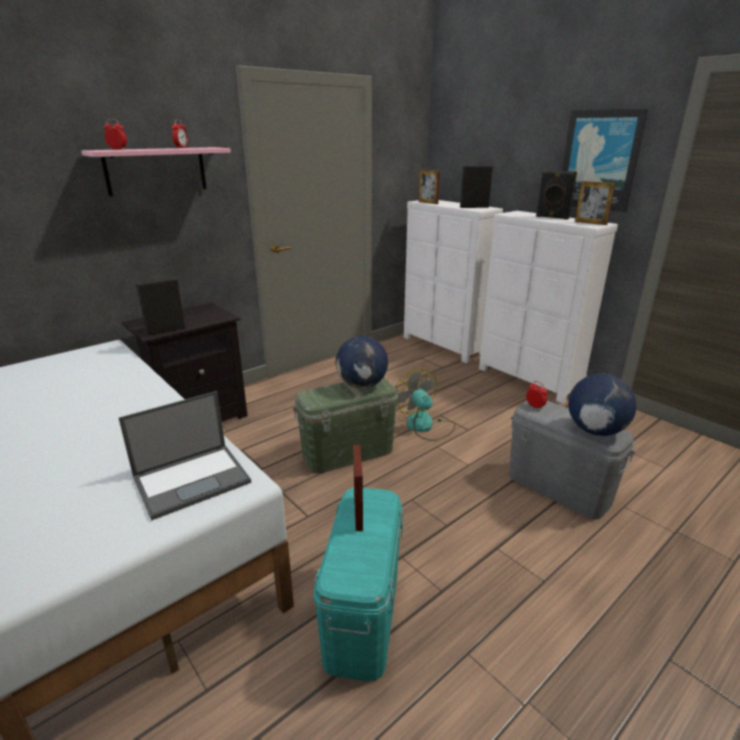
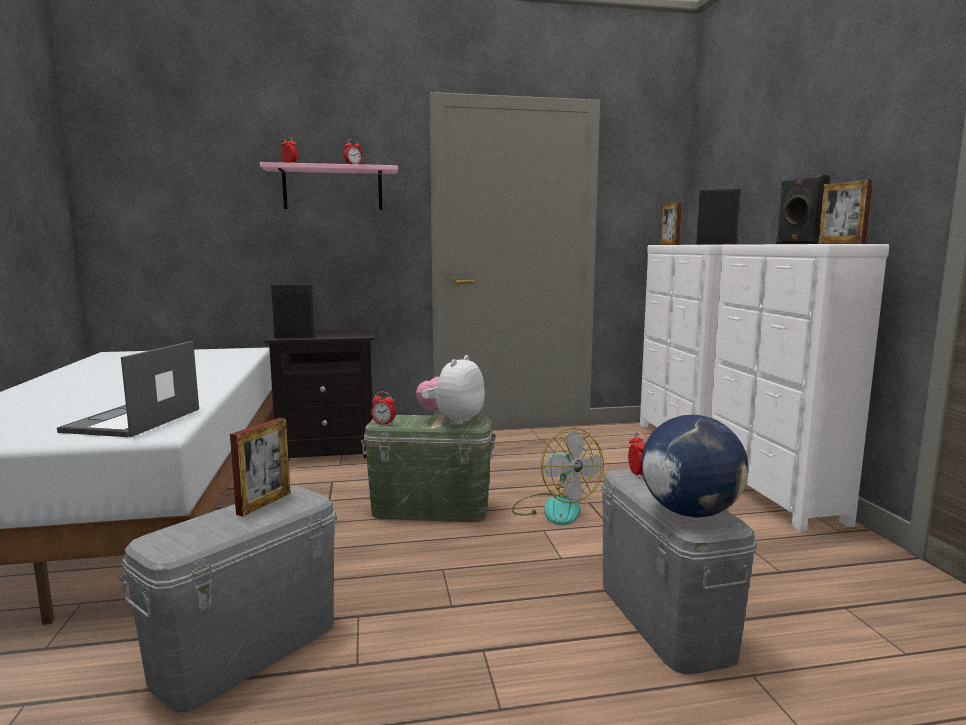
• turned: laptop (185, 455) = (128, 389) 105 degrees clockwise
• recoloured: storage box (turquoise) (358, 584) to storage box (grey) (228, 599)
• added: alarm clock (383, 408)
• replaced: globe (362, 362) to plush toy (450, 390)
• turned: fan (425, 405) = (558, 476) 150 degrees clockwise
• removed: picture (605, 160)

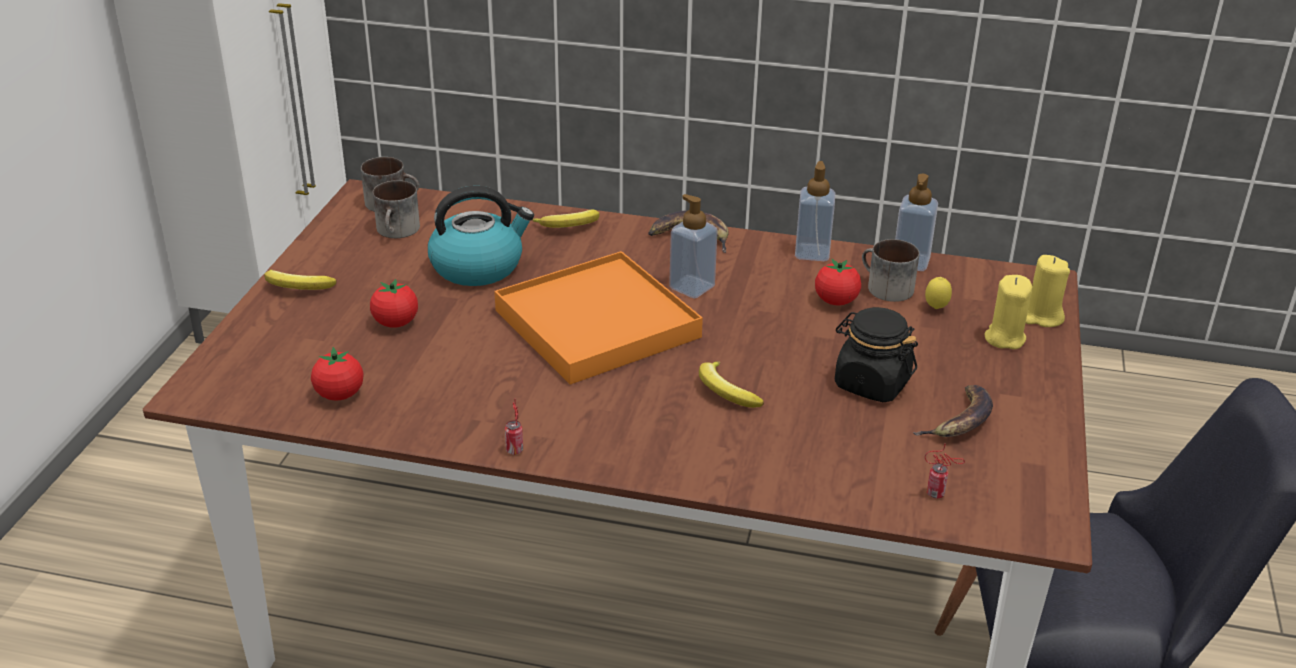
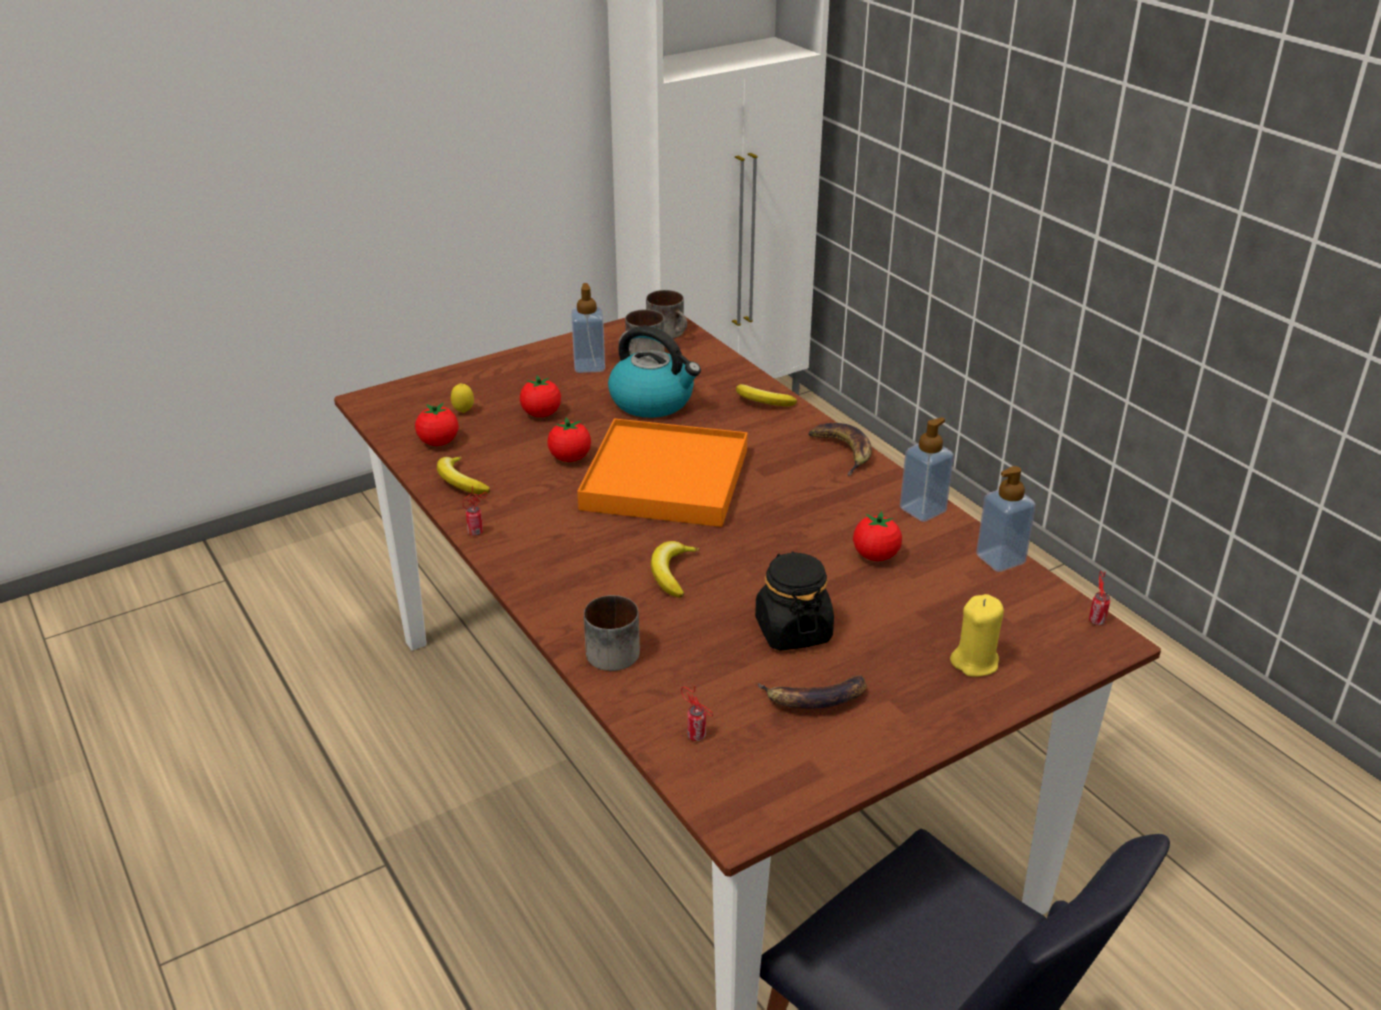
• moved: banana (300, 279) to (463, 475)
• moved: lemon (938, 293) to (462, 398)
• added: tomato (569, 440)
• moved: soap dispenser (693, 246) to (588, 328)
• moved: mug (890, 270) to (612, 633)
• added: can (1099, 598)
• removed: candle (yellow) (1048, 291)

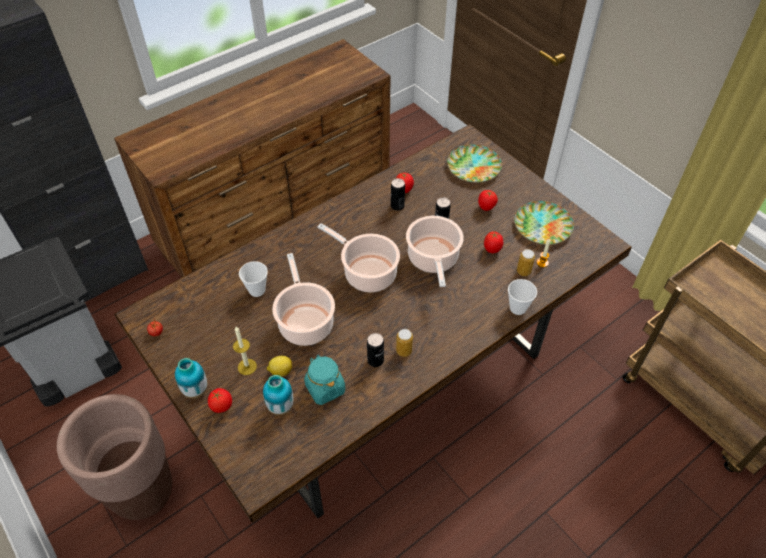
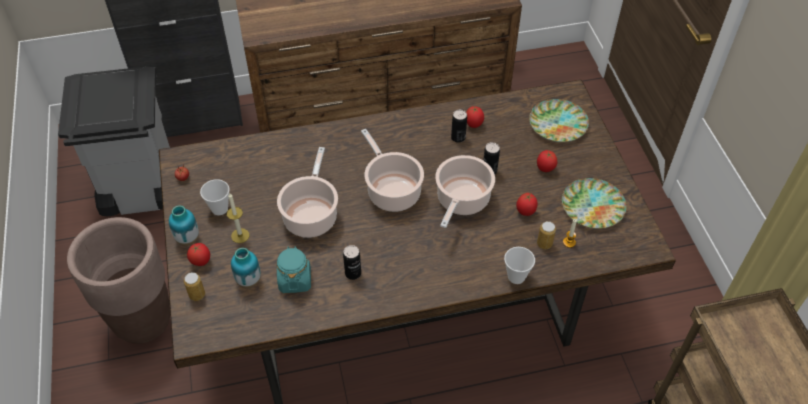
• moved: can (404, 343) to (194, 286)
• moved: cup (253, 279) to (215, 197)
• removed: lemon (279, 366)

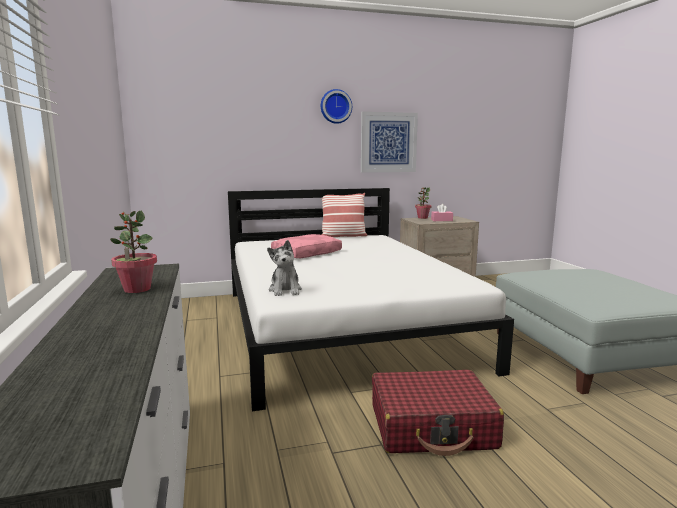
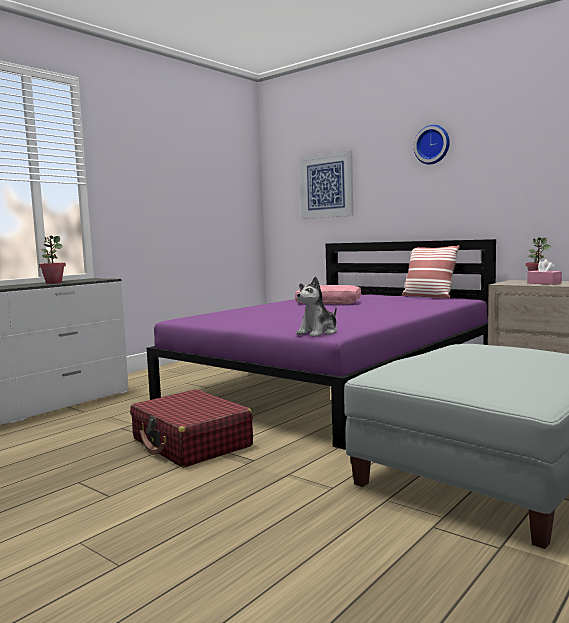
• recoloured: bed (white) (371, 299) to bed (purple) (321, 344)
• moved: plush toy (284, 268) to (316, 306)
• moved: picture (389, 142) to (326, 184)

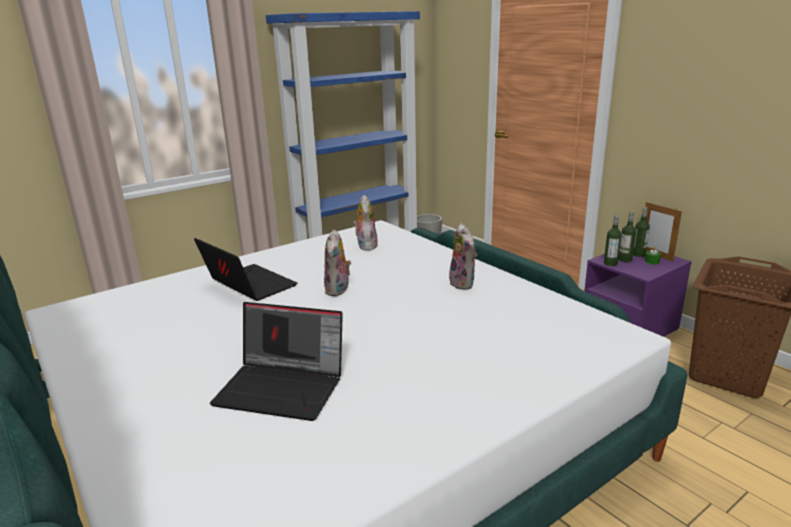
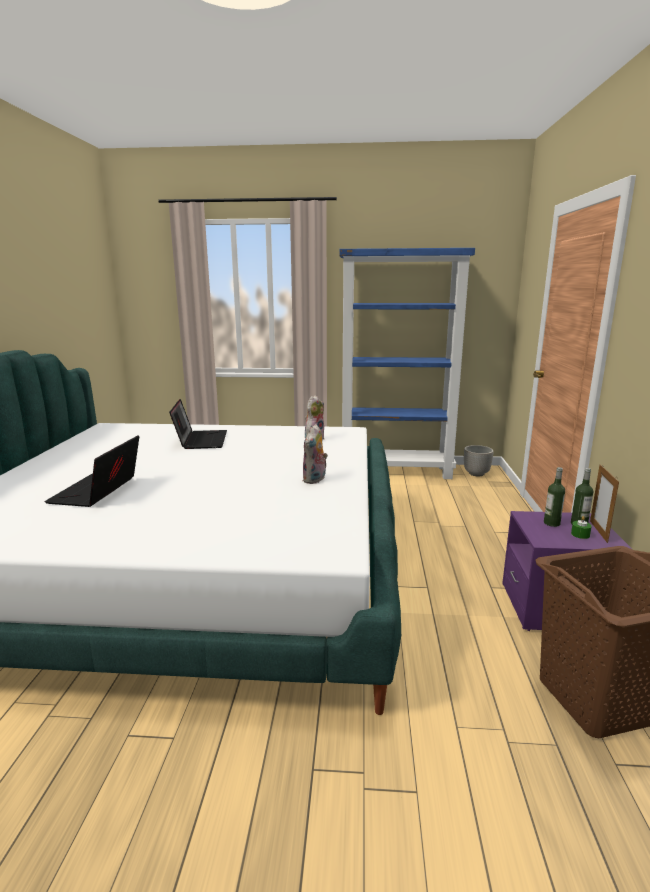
• turned: laptop (276, 361) = (91, 471) 45 degrees clockwise
• removed: plush toy (337, 262)
• removed: bottle (613, 240)

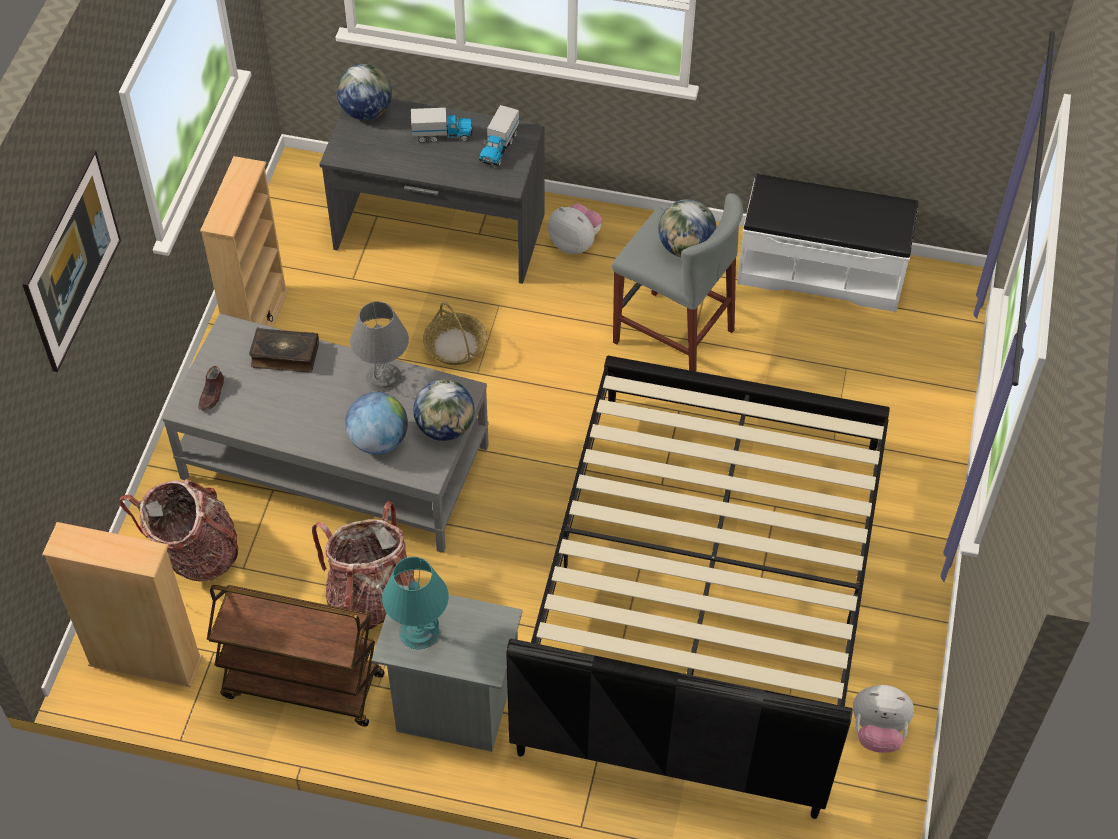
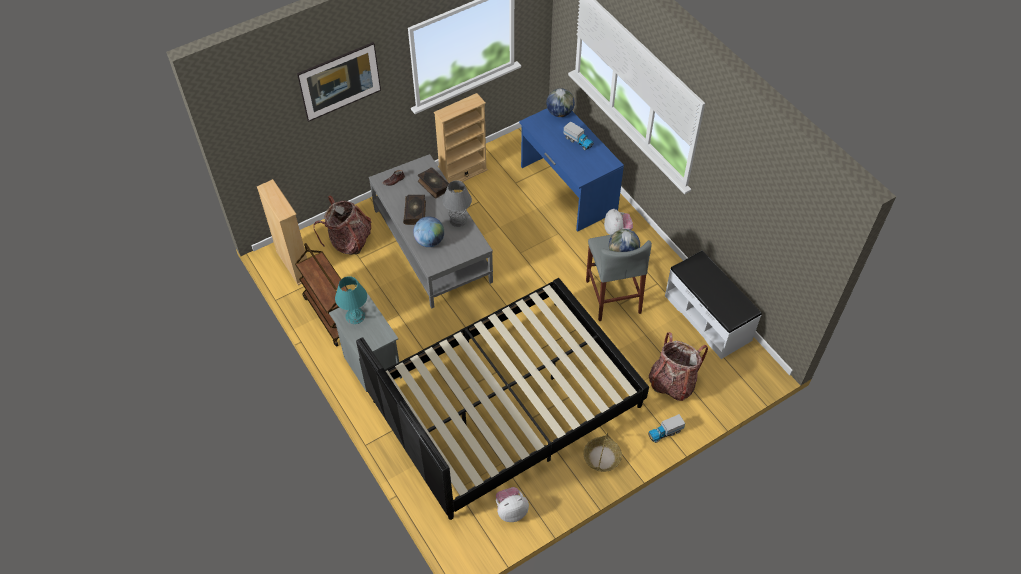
• added: book (414, 210)
• turned: plush toy (883, 719) = (512, 504) 105 degrees clockwise
• recoloured: desk (grey) (431, 191) to desk (blue) (571, 170)
• moved: basket (455, 333) to (602, 452)
• moved: toy truck (499, 135) to (666, 428)
• moved: backpack (363, 566) to (678, 366)
• removed: globe (444, 410)

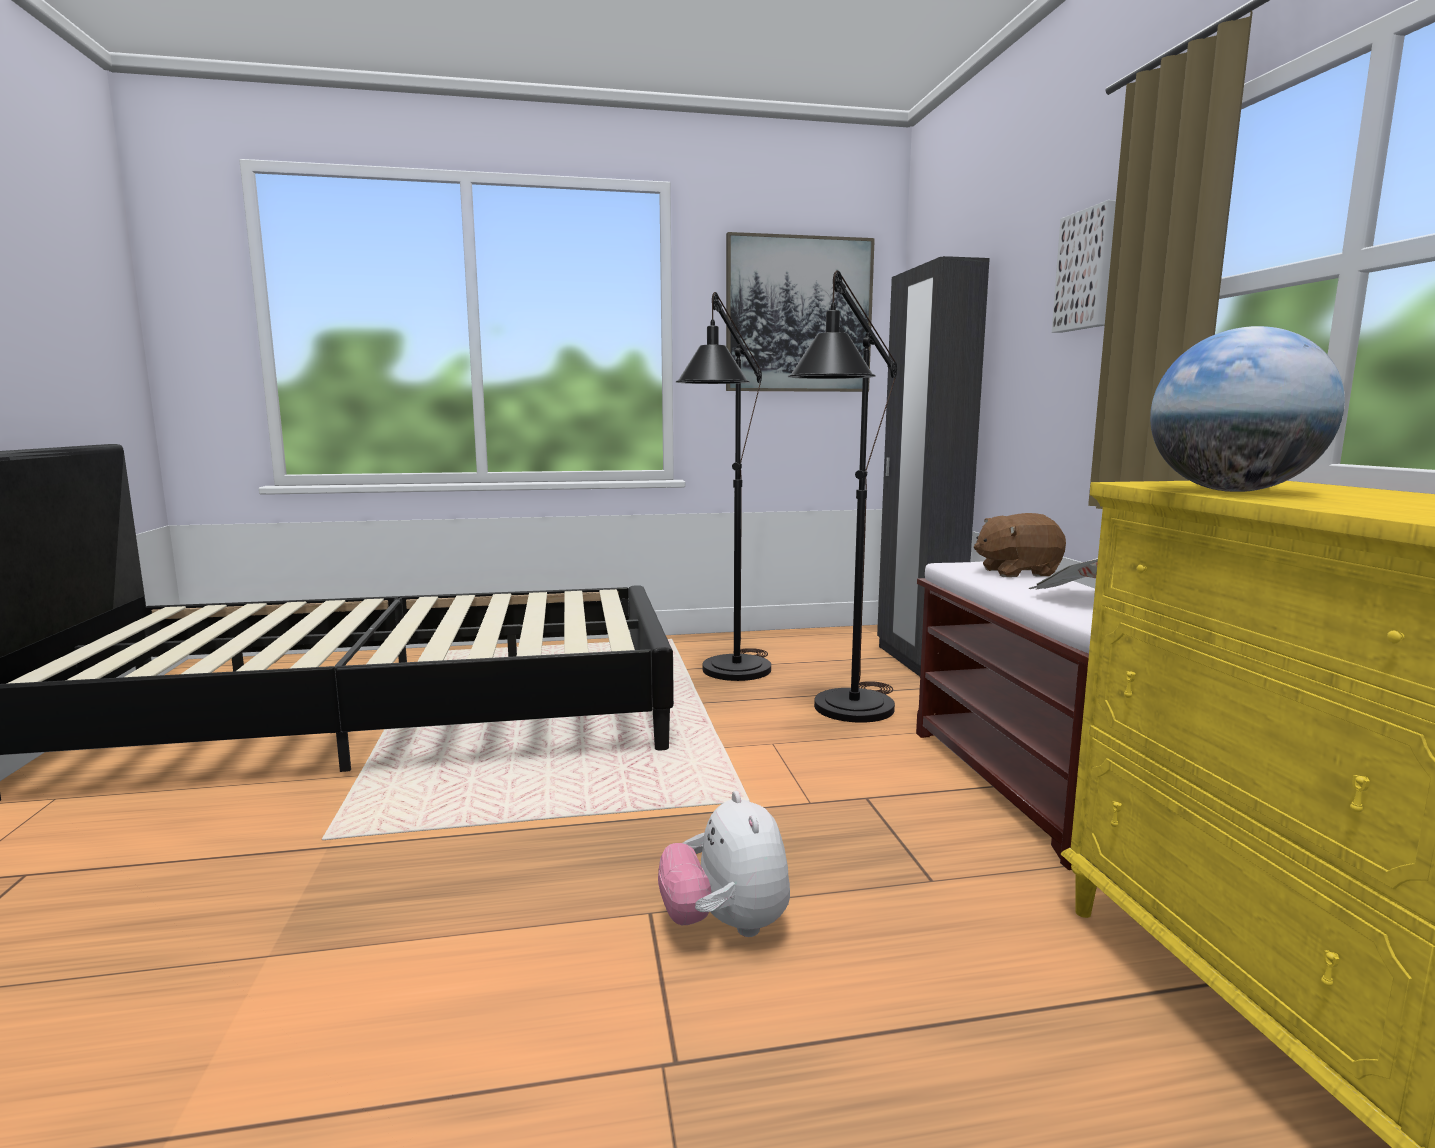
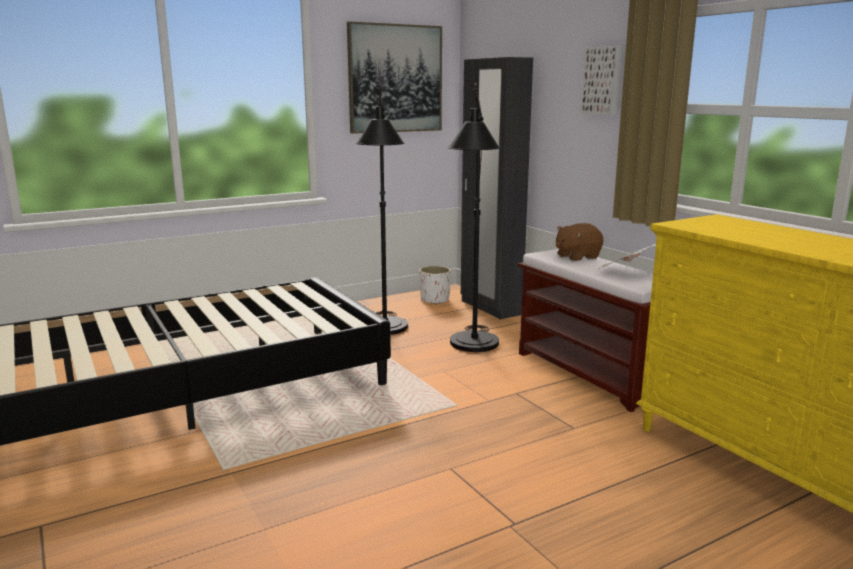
• added: planter (white) (435, 285)
• removed: plush toy (724, 864)
• removed: globe (1247, 409)

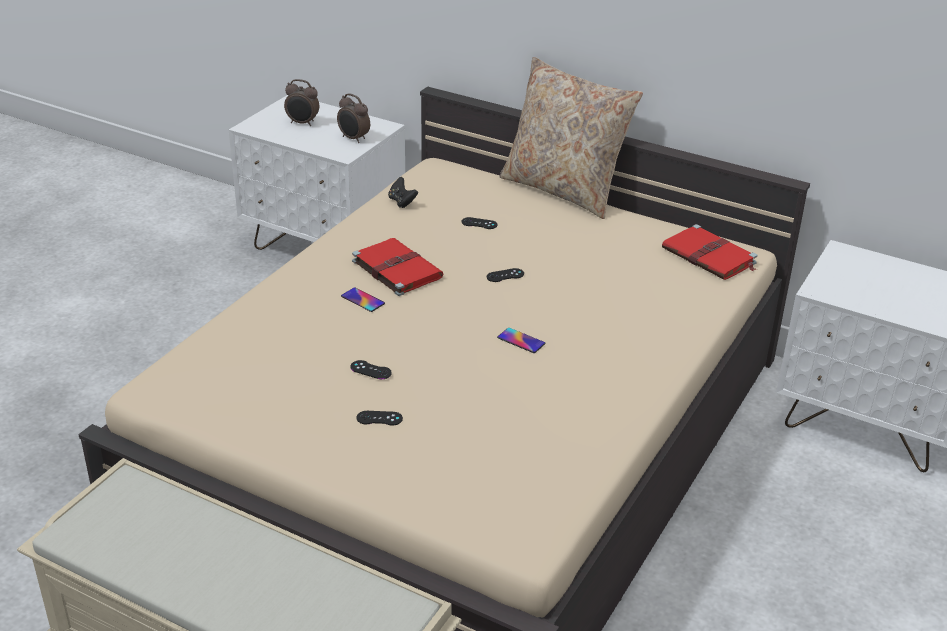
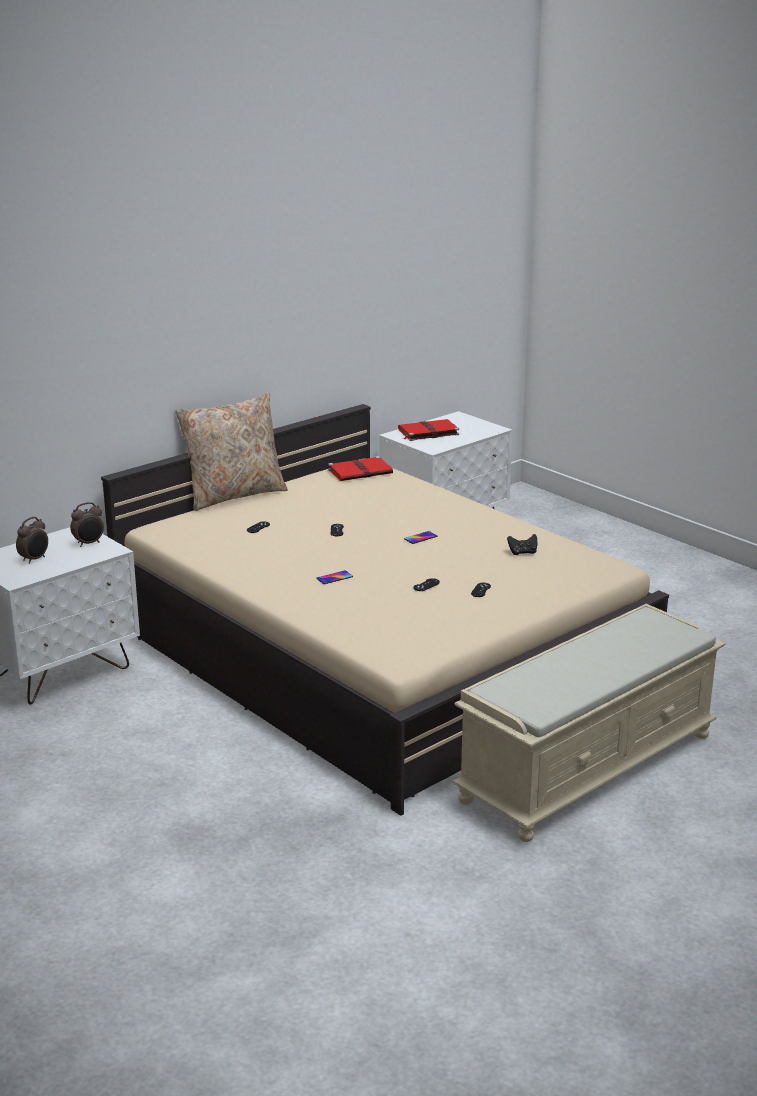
• moved: book (red) (397, 267) to (428, 430)
• moved: game controller (black) (403, 192) to (522, 544)

